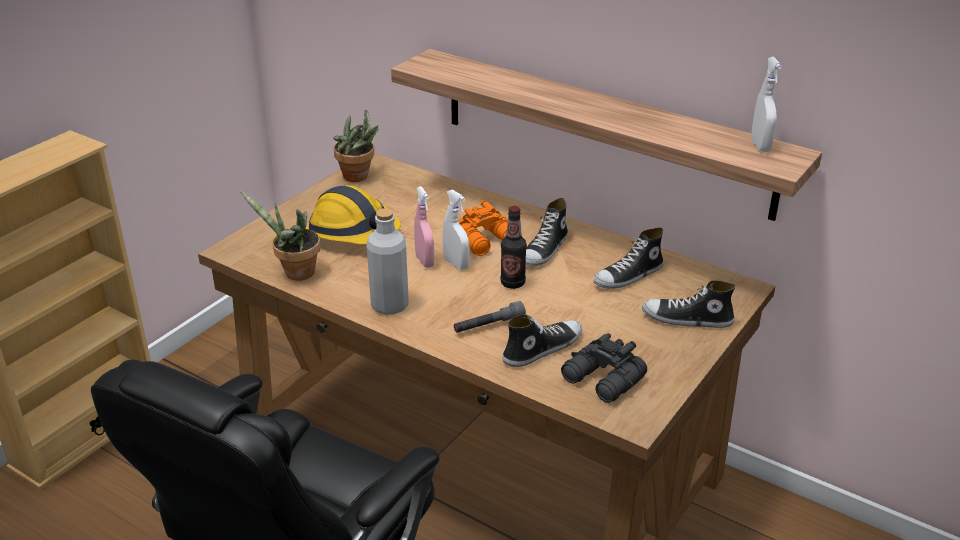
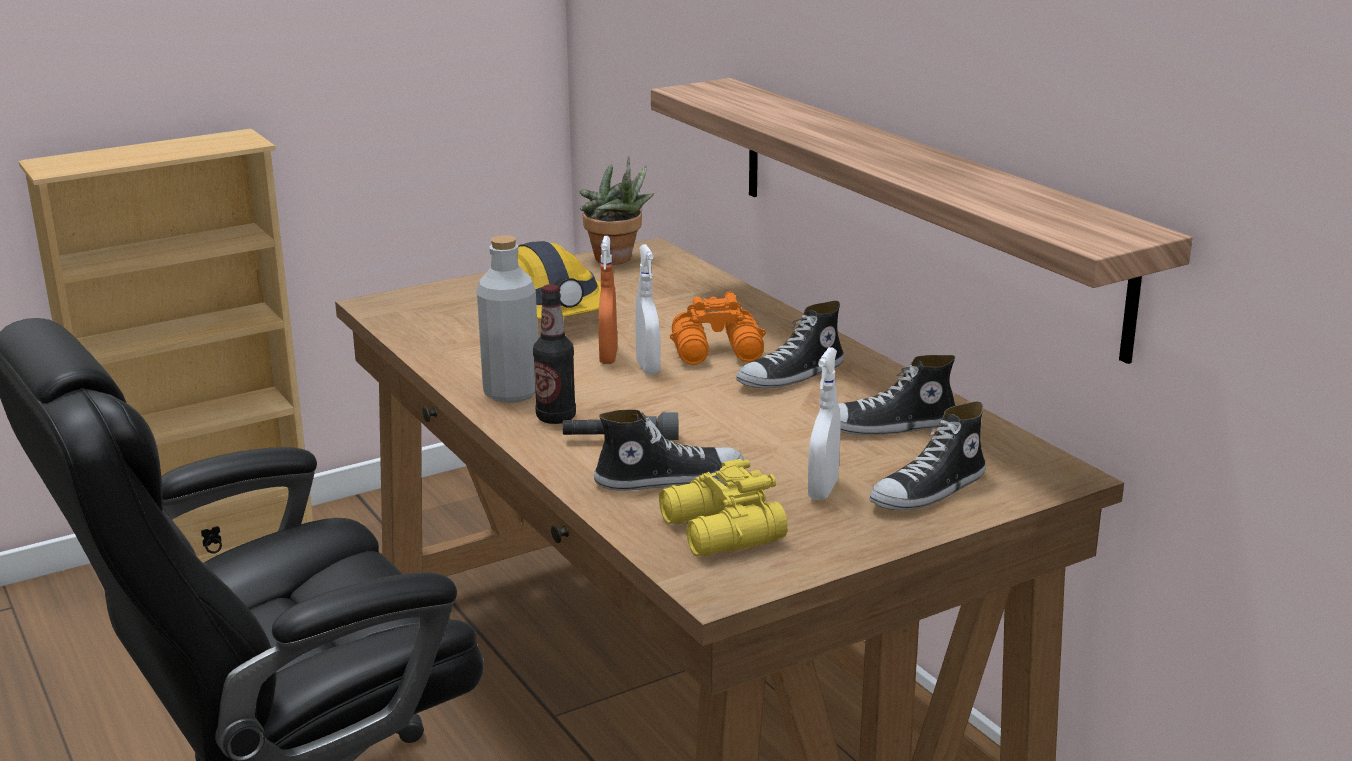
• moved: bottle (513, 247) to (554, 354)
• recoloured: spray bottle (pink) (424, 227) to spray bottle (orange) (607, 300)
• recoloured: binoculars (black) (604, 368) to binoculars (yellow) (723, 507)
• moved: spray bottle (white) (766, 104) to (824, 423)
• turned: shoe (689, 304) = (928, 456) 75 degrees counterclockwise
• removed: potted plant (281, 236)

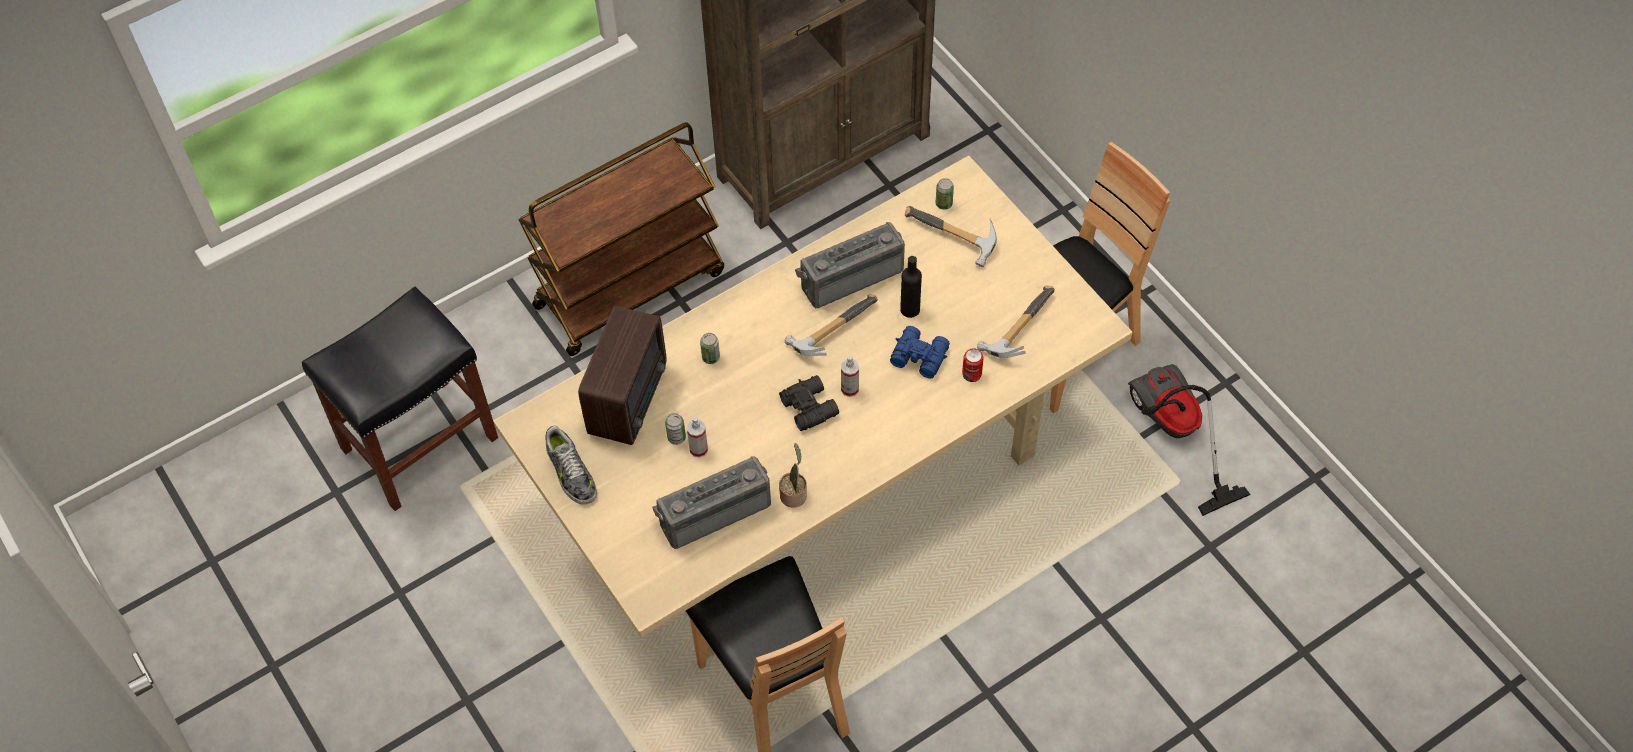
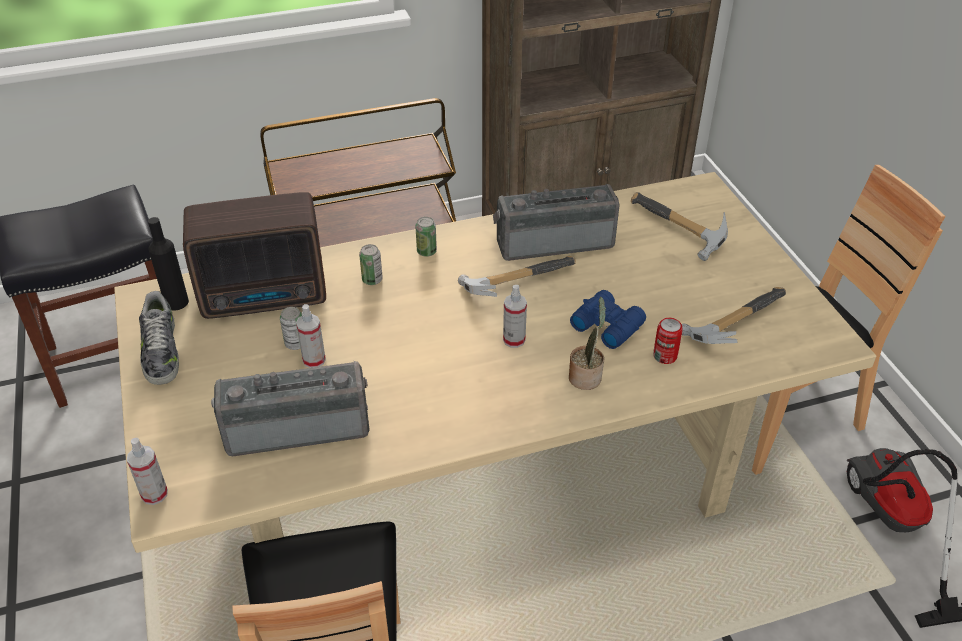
• added: spray bottle (147, 471)
• moved: bottle (black) (911, 287) to (168, 263)
• turned: radio (622, 375) = (254, 255) 45 degrees clockwise
• moved: can (945, 194) to (426, 237)
• moved: potted plant (793, 475) to (587, 343)
• removed: binoculars (black) (809, 403)

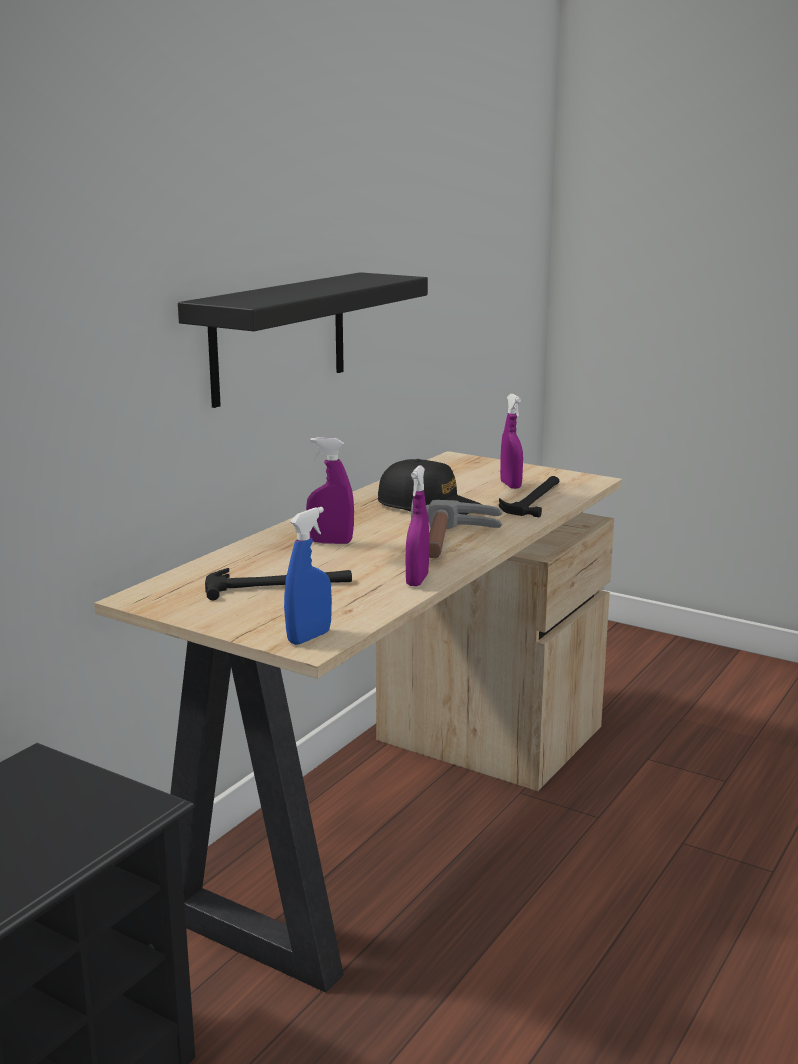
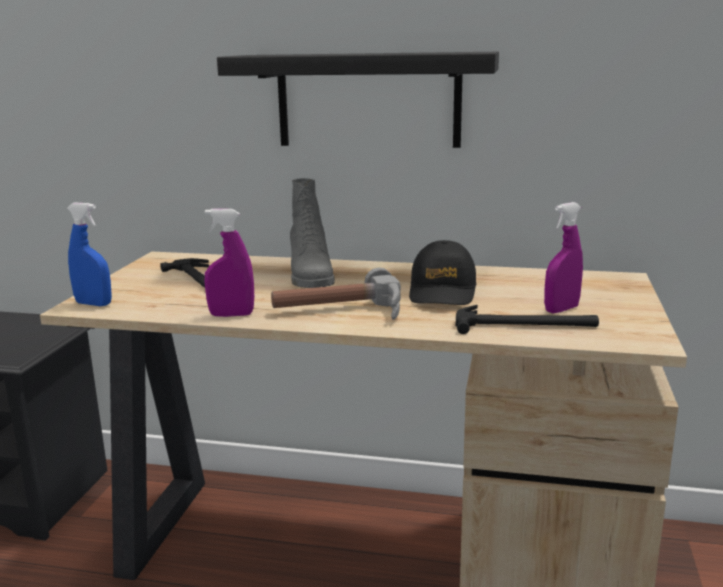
• replaced: spray bottle (purple) (330, 490) to boot (grey) (312, 233)

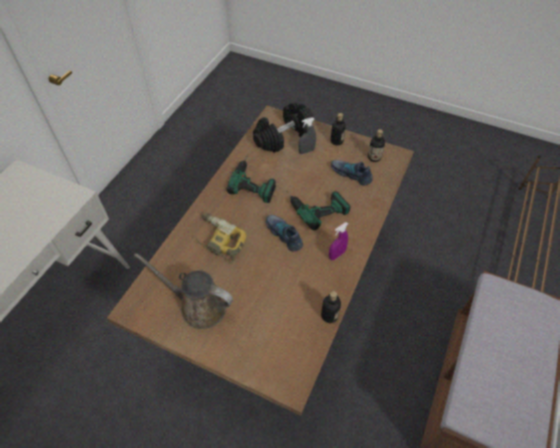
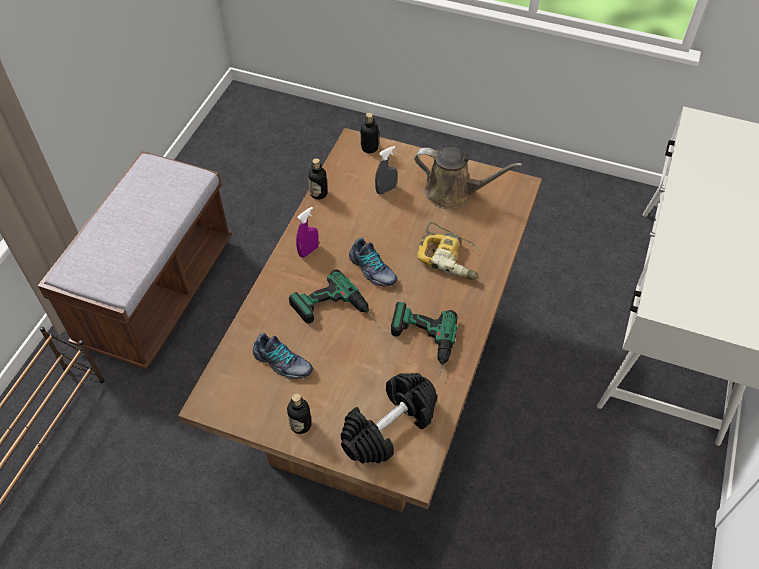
• moved: bottle (376, 145) to (370, 133)
• moved: spray bottle (grey) (307, 135) to (386, 170)

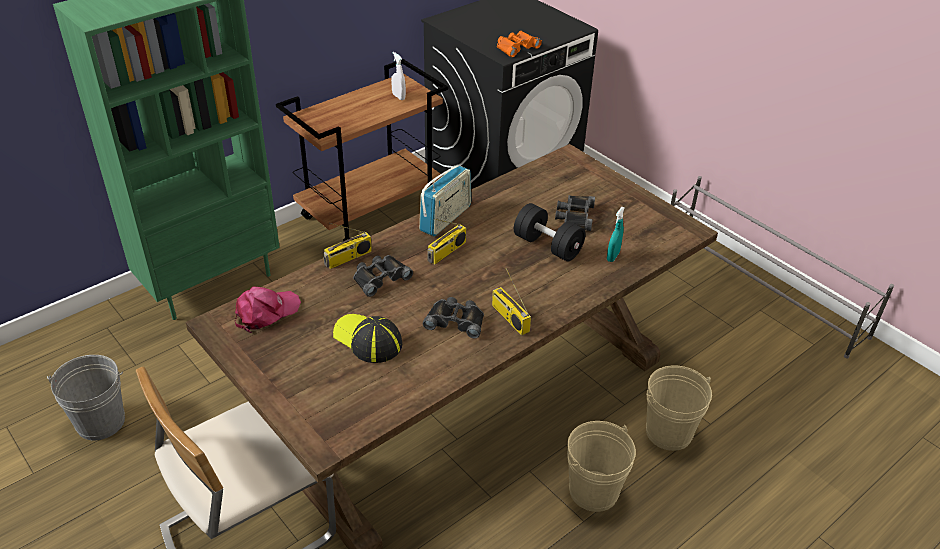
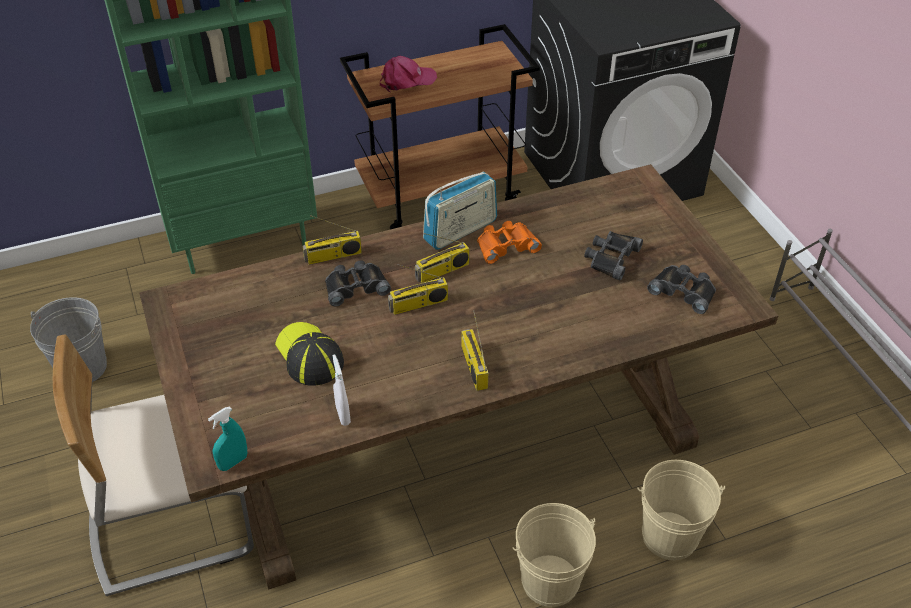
• moved: spray bottle (turquoise) (616, 234) to (227, 439)
• moved: spray bottle (white) (398, 76) to (341, 390)
• moved: cap (pink) (268, 310) to (408, 74)
• added: radio (418, 289)
• moved: binoculars (orange) (519, 44) to (509, 242)
• moved: binoculars (black) (453, 317) to (681, 289)
• removed: dumbbell (black) (550, 232)

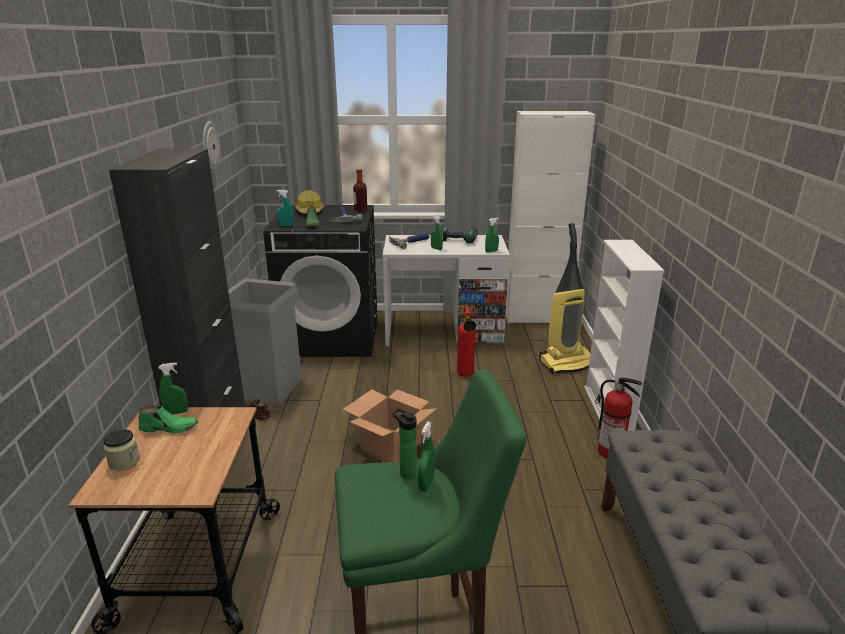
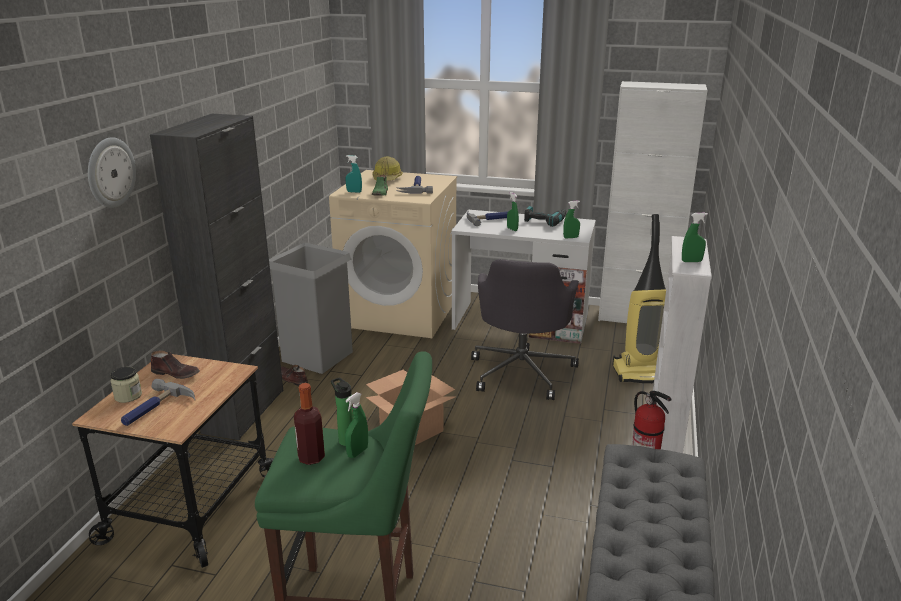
• moved: wall clock (211, 146) to (112, 172)
• added: hammer (158, 402)
• recoloured: shoe (green) (168, 419) to shoe (brown) (175, 364)
• moved: bottle (360, 190) to (309, 424)
• recoloured: washing machine (black) (320, 281) to washing machine (beige) (393, 254)
• replaced: fire extinguisher (466, 341) to office chair (grey) (525, 329)
• moved: spray bottle (green) (173, 389) to (695, 237)

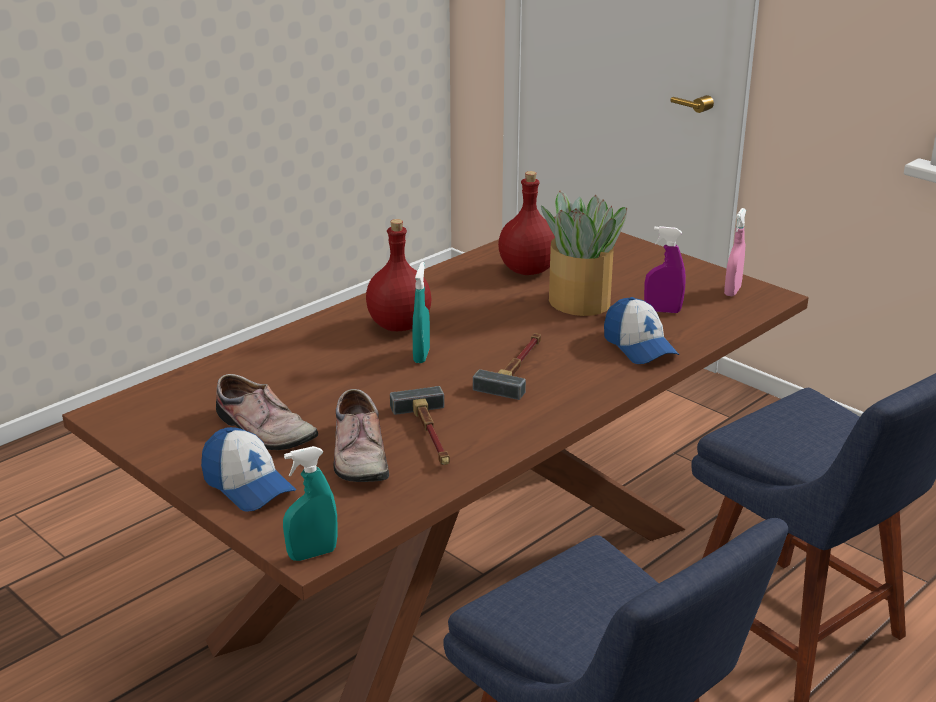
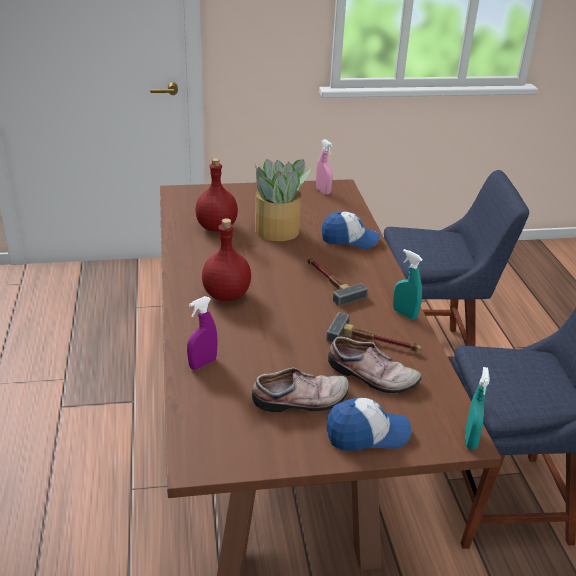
• moved: spray bottle (purple) (665, 269) to (202, 333)
• moved: spray bottle (turquoise) (421, 312) to (408, 284)

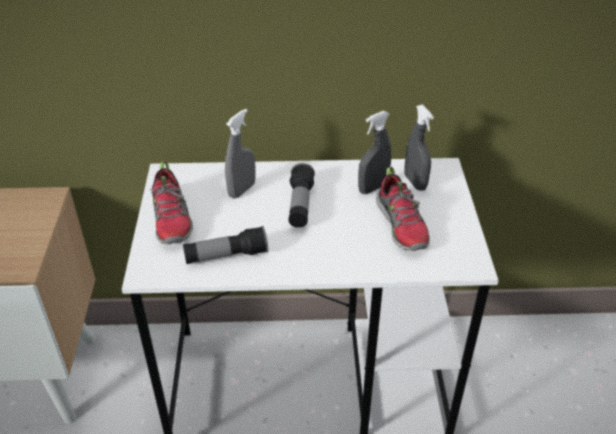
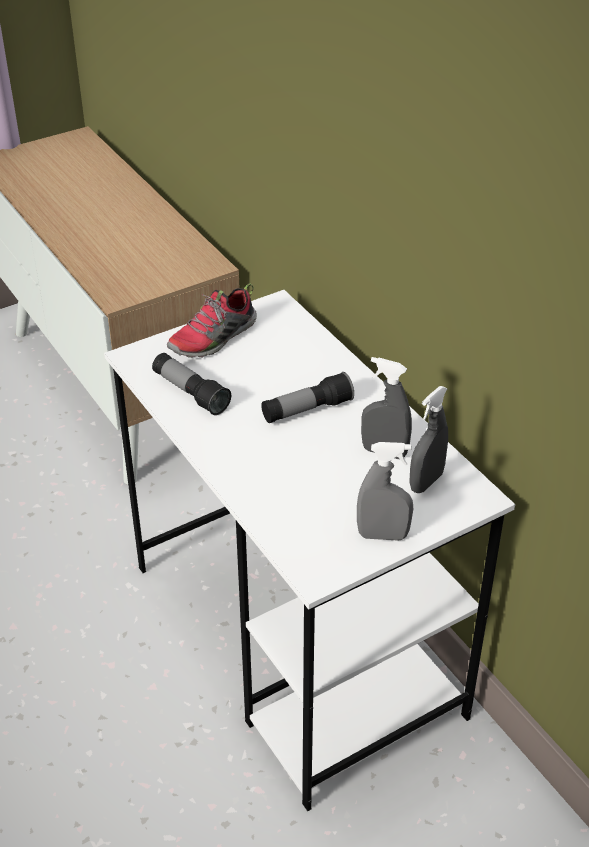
• moved: spray bottle (grey) (240, 153) to (385, 491)
• removed: shoe (403, 209)

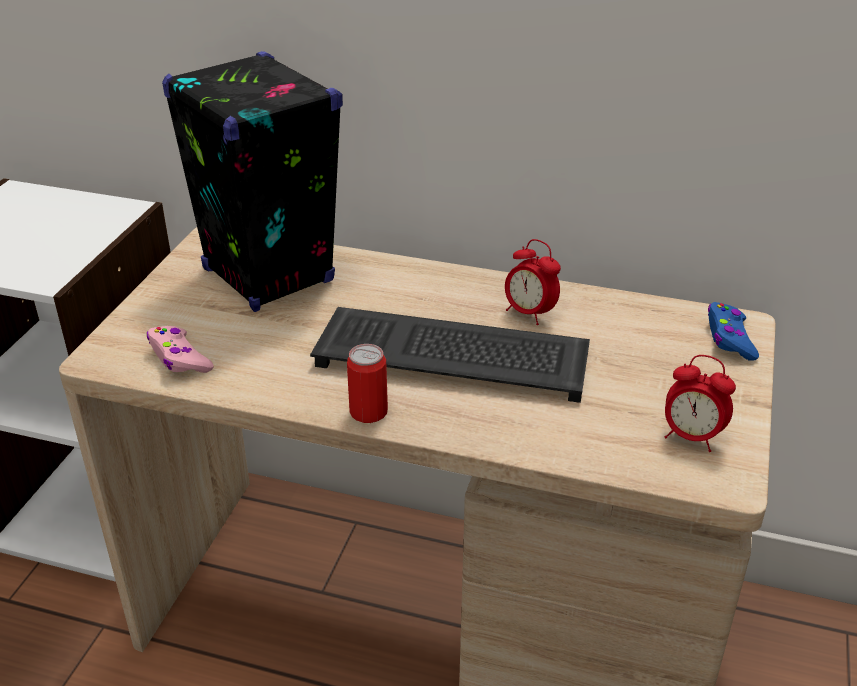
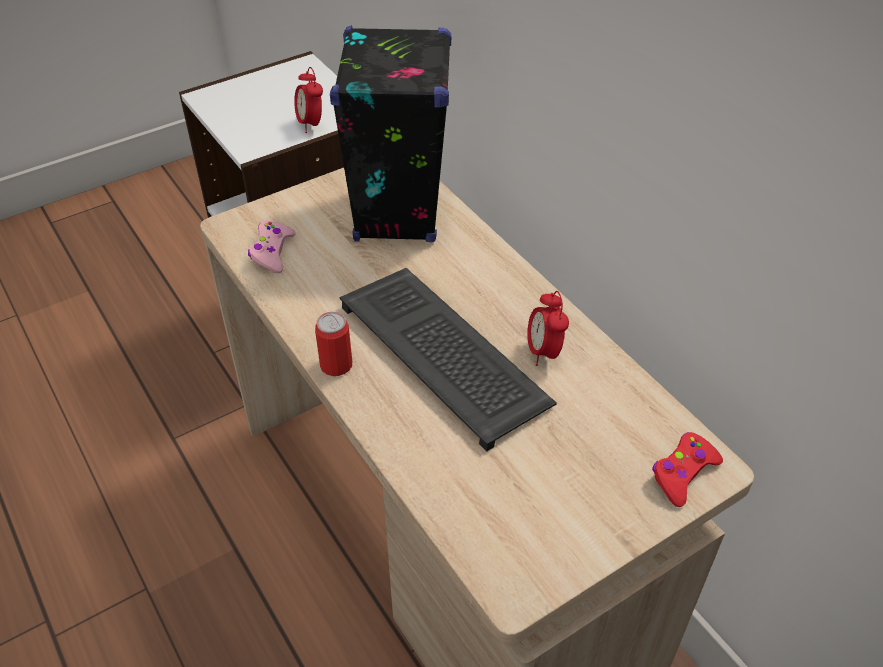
• moved: alarm clock (700, 403) to (308, 100)
• recoloured: game controller (blue) (733, 331) to game controller (red) (687, 469)

